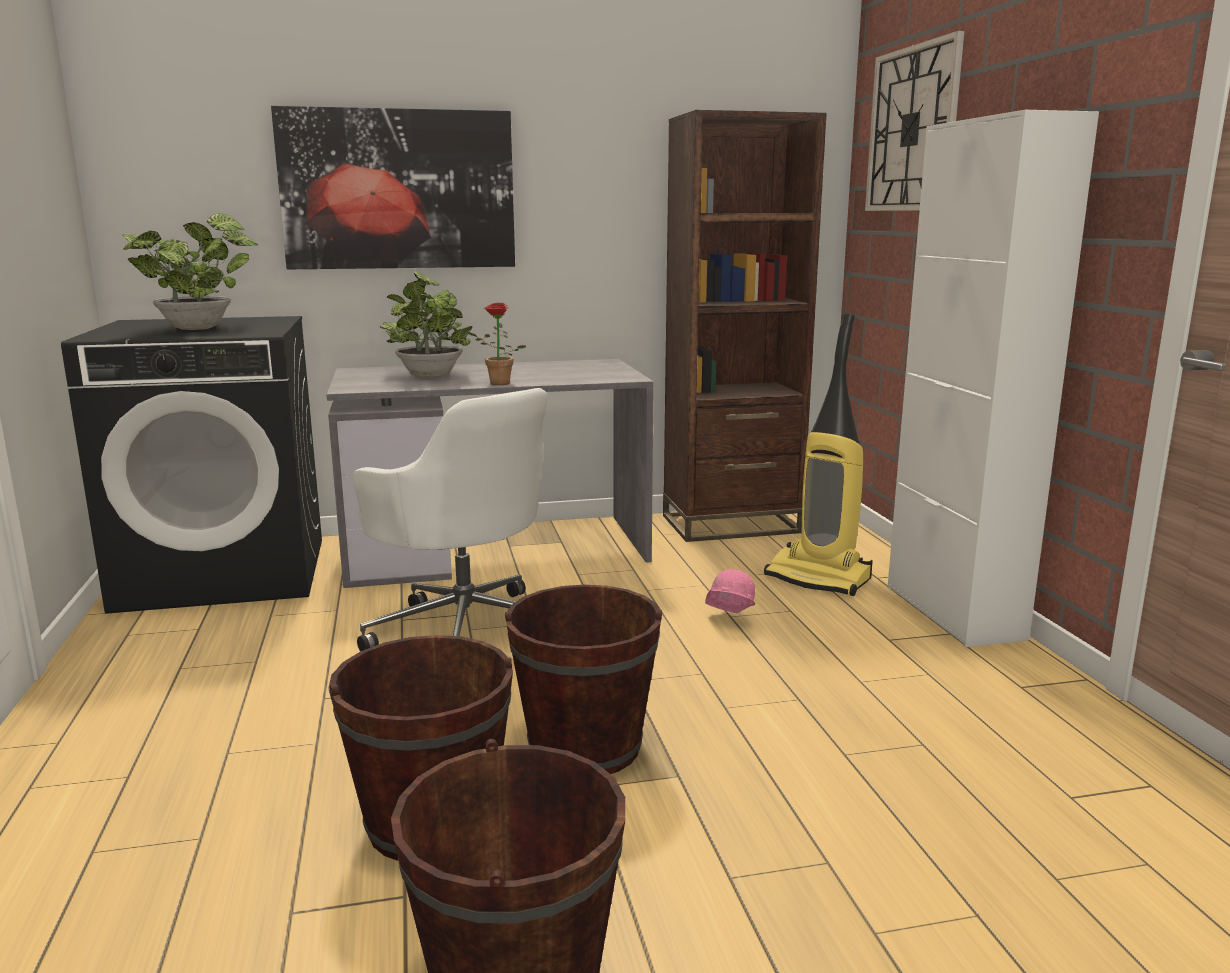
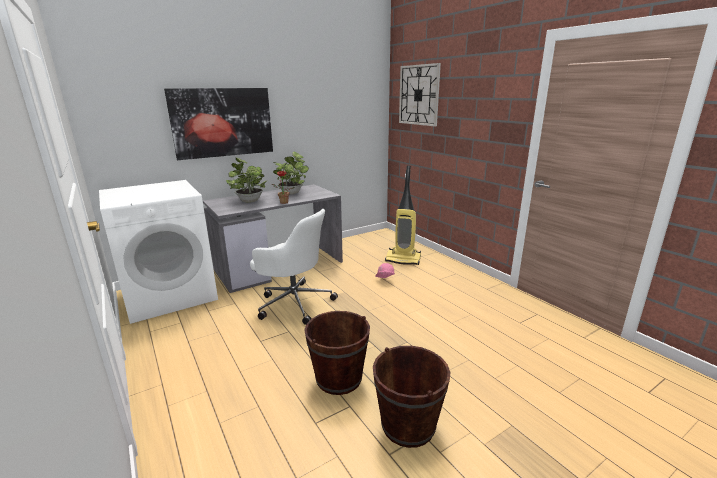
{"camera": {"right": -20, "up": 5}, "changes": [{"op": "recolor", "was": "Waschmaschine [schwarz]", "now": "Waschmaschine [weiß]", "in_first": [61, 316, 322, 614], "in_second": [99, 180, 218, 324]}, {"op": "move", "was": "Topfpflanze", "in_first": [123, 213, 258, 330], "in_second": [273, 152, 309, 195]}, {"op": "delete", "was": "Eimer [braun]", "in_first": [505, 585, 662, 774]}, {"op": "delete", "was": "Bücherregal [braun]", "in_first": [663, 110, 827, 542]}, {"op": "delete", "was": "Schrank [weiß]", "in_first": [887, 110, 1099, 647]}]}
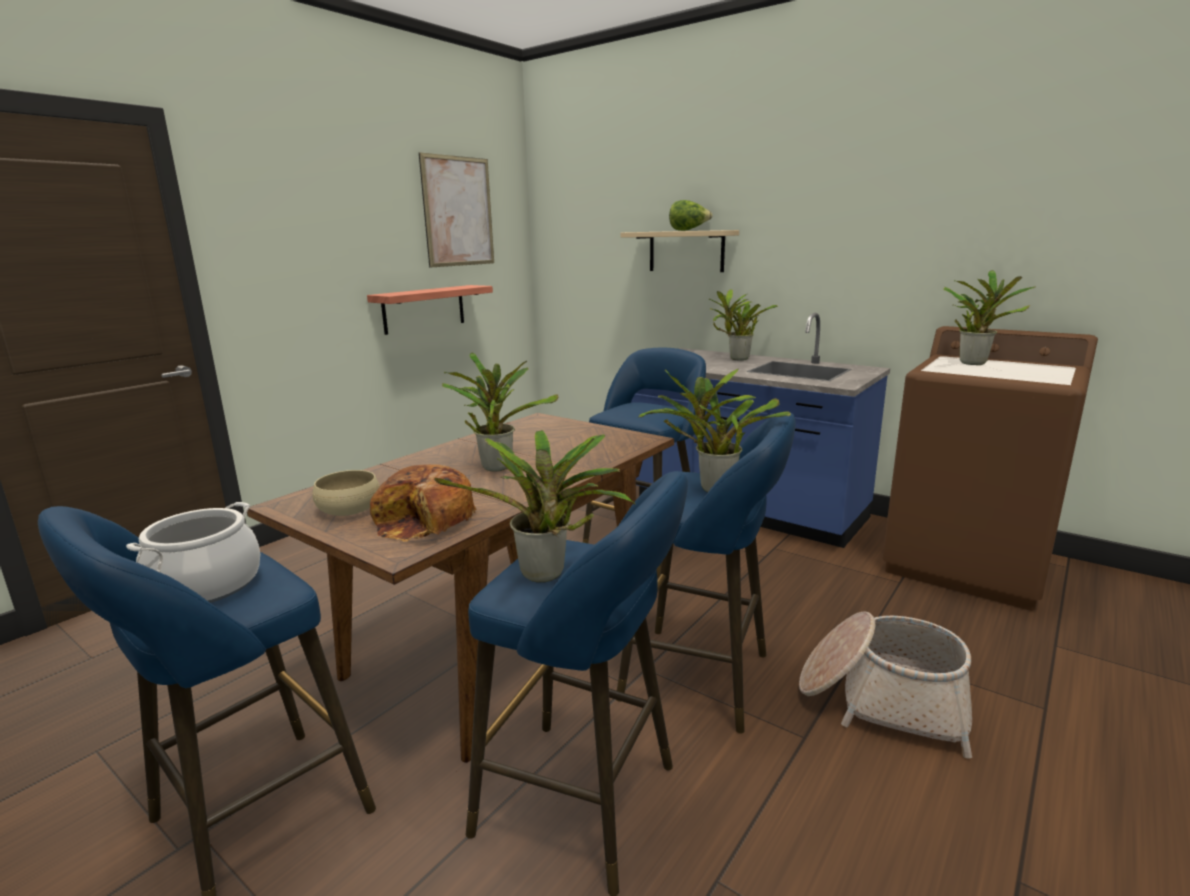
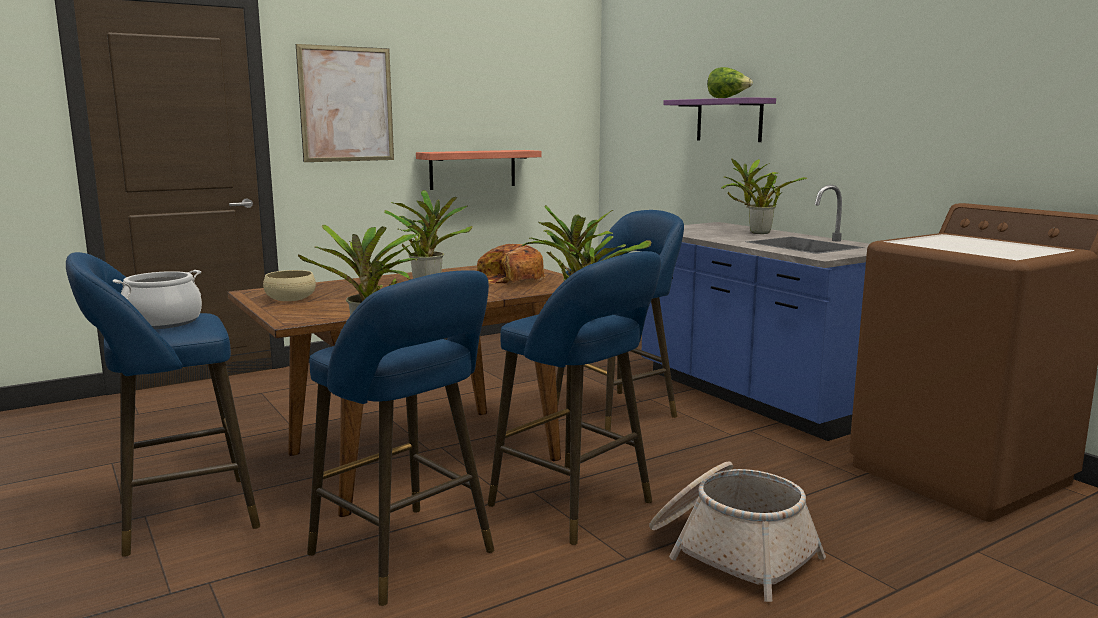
{"camera": {"right": 20, "up": -5}, "changes": [{"op": "move", "was": "Bild", "in_first": [419, 152, 494, 268], "in_second": [296, 44, 394, 162]}, {"op": "move", "was": "Brot", "in_first": [370, 464, 477, 542], "in_second": [477, 244, 546, 284]}, {"op": "recolor", "was": "Wandregal [beige]", "now": "Wandregal [lila]", "in_first": [621, 230, 739, 272], "in_second": [663, 97, 776, 142]}, {"op": "delete", "was": "Topfpflanze", "in_first": [944, 270, 1036, 365]}]}
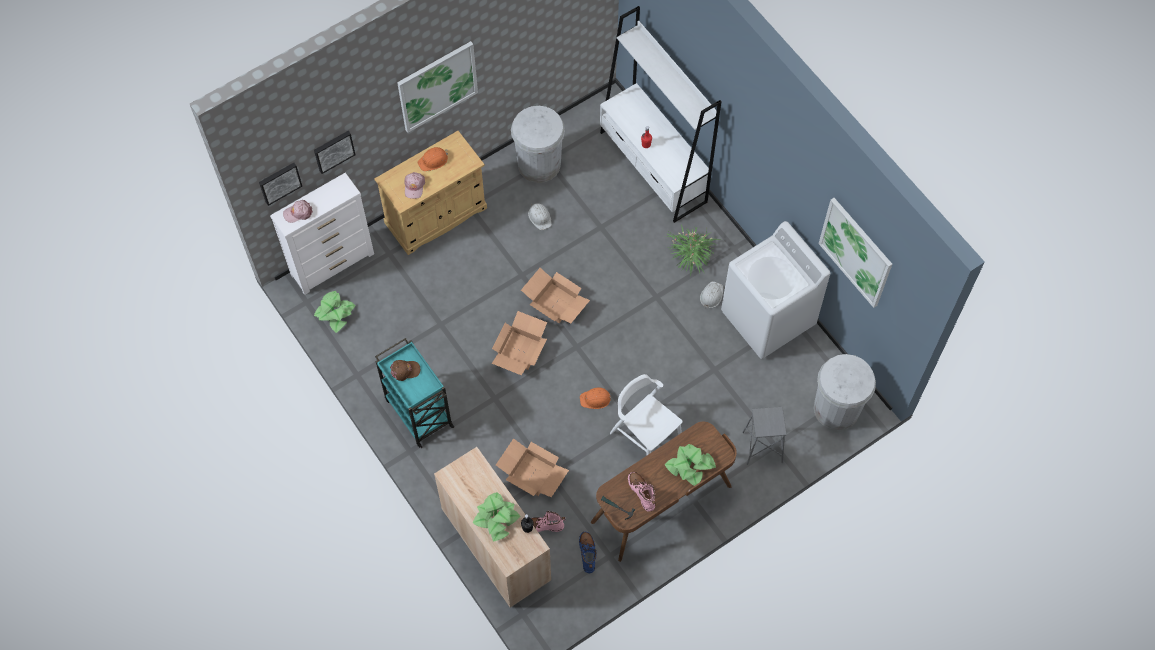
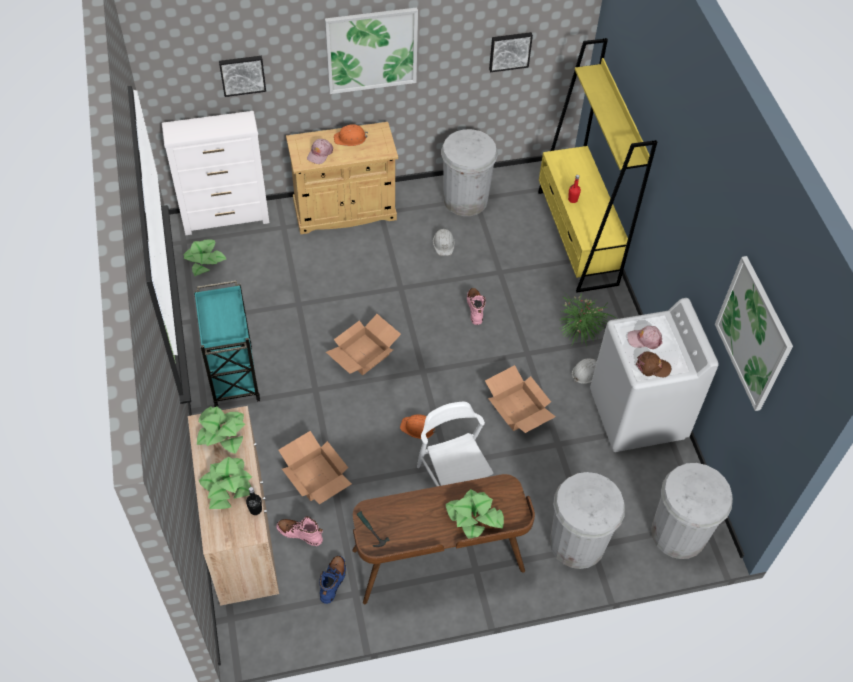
{"camera": {"right": 20, "up": -10}, "changes": [{"op": "insert", "now": "Topfpflanze", "in_second": [197, 406, 245, 454]}, {"op": "move", "was": "Stiefel [rosa]", "in_first": [628, 472, 656, 512], "in_second": [467, 288, 486, 325]}, {"op": "move", "was": "Karton", "in_first": [521, 268, 590, 323], "in_second": [485, 365, 556, 433]}, {"op": "move", "was": "Bild", "in_first": [259, 163, 302, 206], "in_second": [489, 32, 533, 72]}, {"op": "recolor", "was": "Bücherregal [weiß]", "now": "Bücherregal [gelb]", "in_first": [600, 6, 722, 223], "in_second": [538, 38, 657, 293]}, {"op": "replace", "was": "Hocker [grau]", "now": "Mülleimer [weiß]", "in_first": [742, 407, 787, 465], "in_second": [550, 472, 625, 569]}, {"op": "move", "was": "Kappe [rosa]", "in_first": [283, 200, 313, 223], "in_second": [627, 326, 663, 349]}, {"op": "move", "was": "Kappe [braun]", "in_first": [390, 360, 420, 381], "in_second": [636, 352, 671, 377]}]}
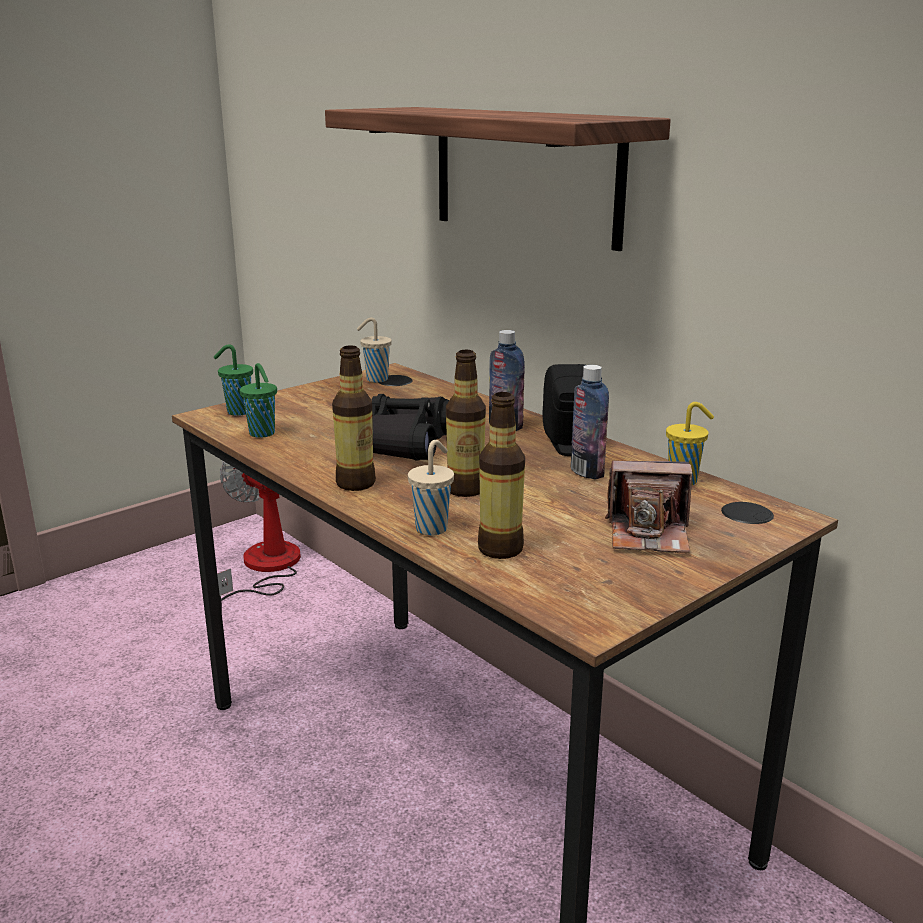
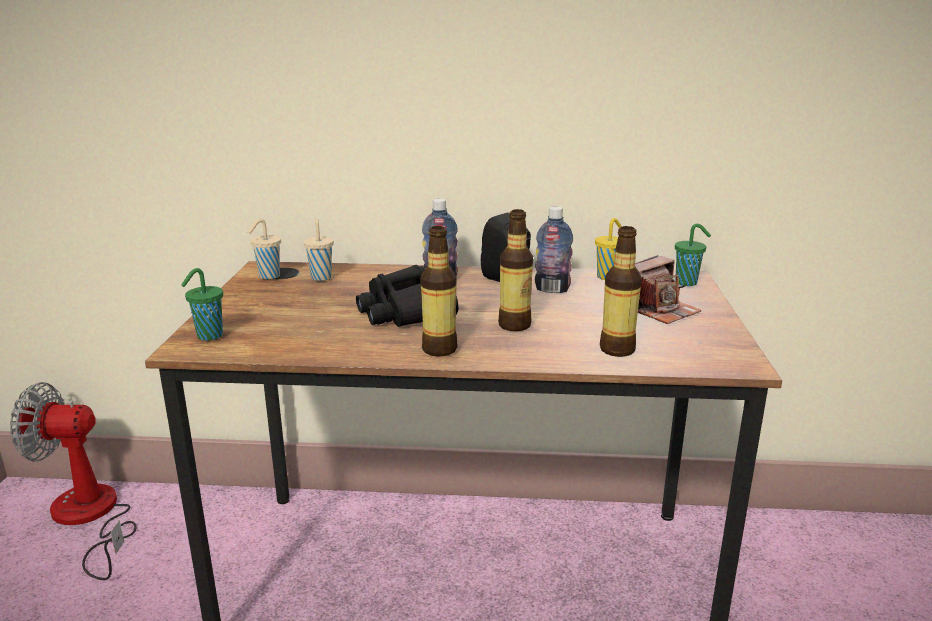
{"camera": {"right": -45, "up": 0}, "changes": [{"op": "move", "was": "Tasse [beige]", "in_first": [408, 440, 454, 535], "in_second": [303, 218, 334, 281]}, {"op": "move", "was": "Tasse [grün]", "in_first": [240, 363, 277, 438], "in_second": [675, 224, 711, 286]}, {"op": "delete", "was": "Wandregal", "in_first": [325, 107, 671, 251]}]}
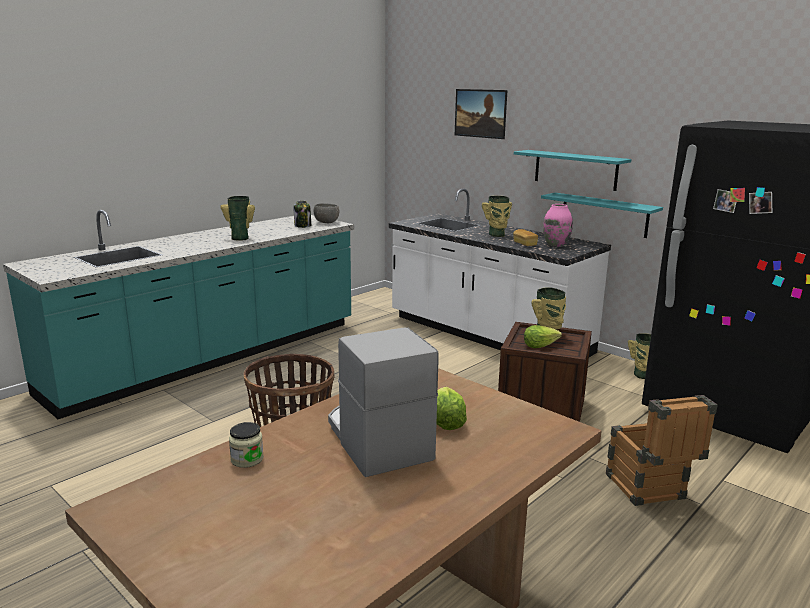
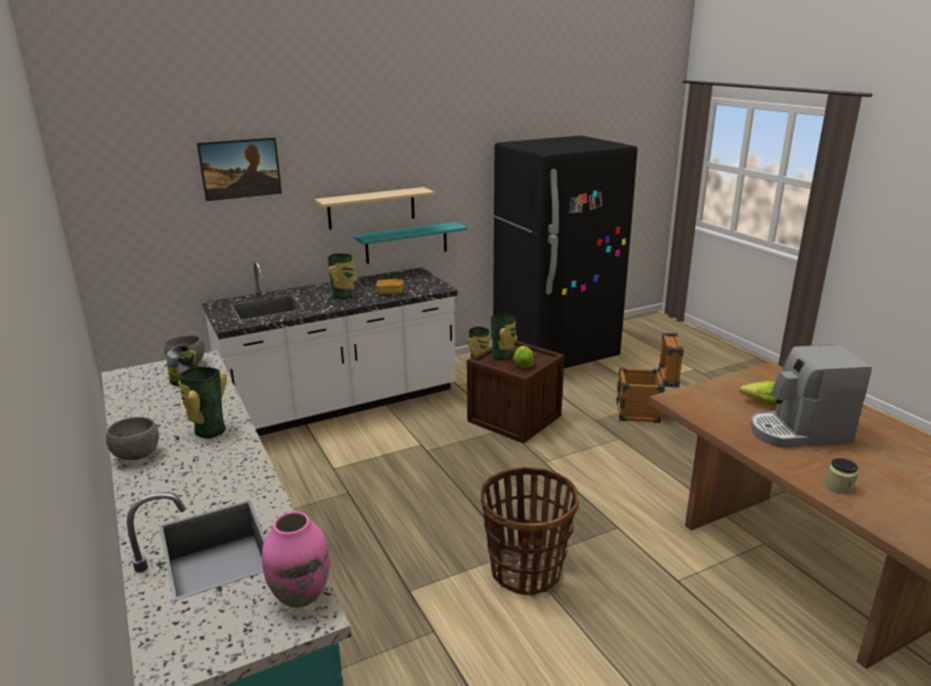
{"camera": {"right": -70, "up": 5}, "changes": [{"op": "insert", "now": "Schüssel [grau]", "in_second": [106, 417, 159, 460]}, {"op": "move", "was": "Vase [rosa]", "in_first": [543, 204, 573, 247], "in_second": [262, 512, 330, 608]}, {"op": "recolor", "was": "Wandregal [türkis]", "now": "Wandregal [beige]", "in_first": [514, 150, 632, 191], "in_second": [315, 187, 435, 230]}]}
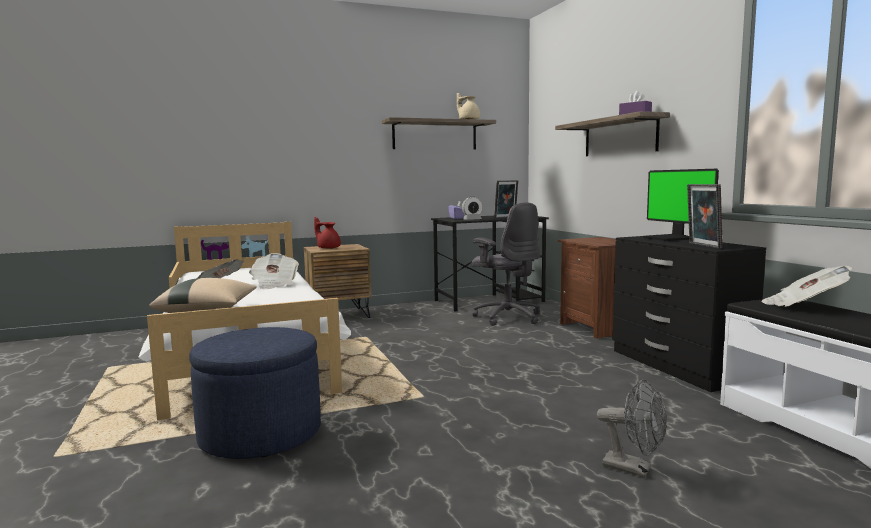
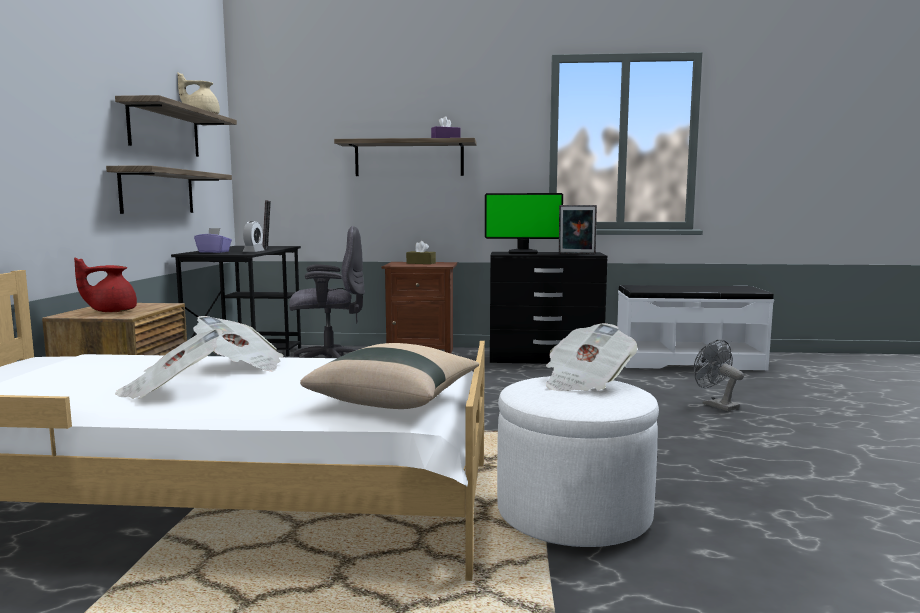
{"camera": {"right": -65, "up": 0}, "changes": [{"op": "insert", "now": "Wandregal", "in_second": [106, 165, 232, 214]}, {"op": "insert", "now": "Taschentuchbox [braun]", "in_second": [406, 241, 436, 264]}, {"op": "recolor", "was": "Polsterhocker [blau]", "now": "Polsterhocker [weiß]", "in_first": [189, 327, 321, 459], "in_second": [497, 376, 659, 547]}, {"op": "move", "was": "Zeitung", "in_first": [762, 266, 853, 307], "in_second": [546, 323, 638, 391]}, {"op": "rotate", "was": "Ventilator [grau]", "in_first": [597, 379, 667, 477], "in_second": [694, 339, 744, 411], "clockwise": -90}]}
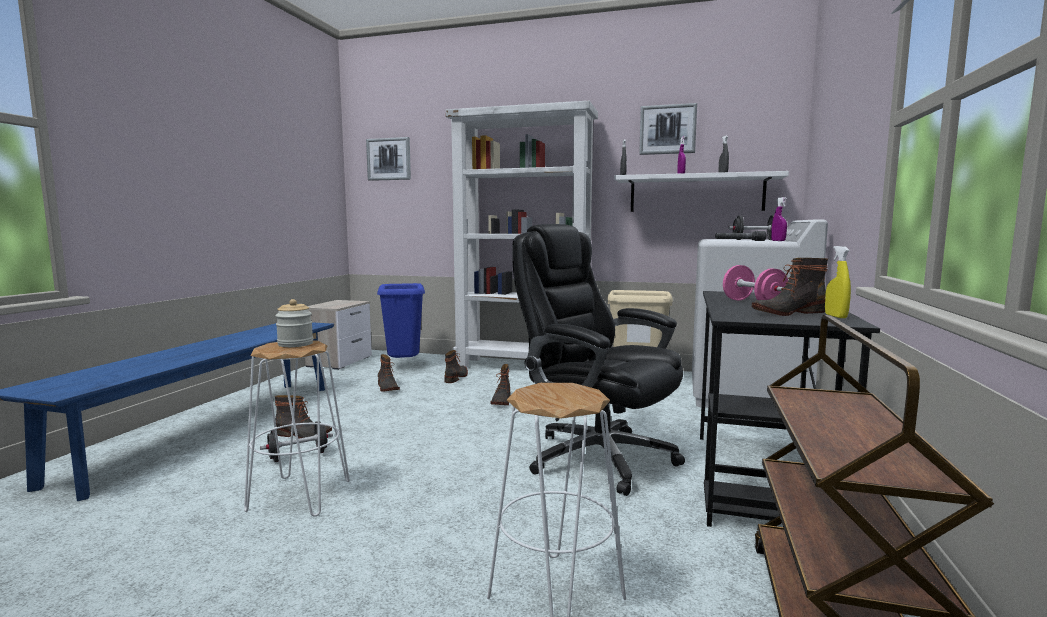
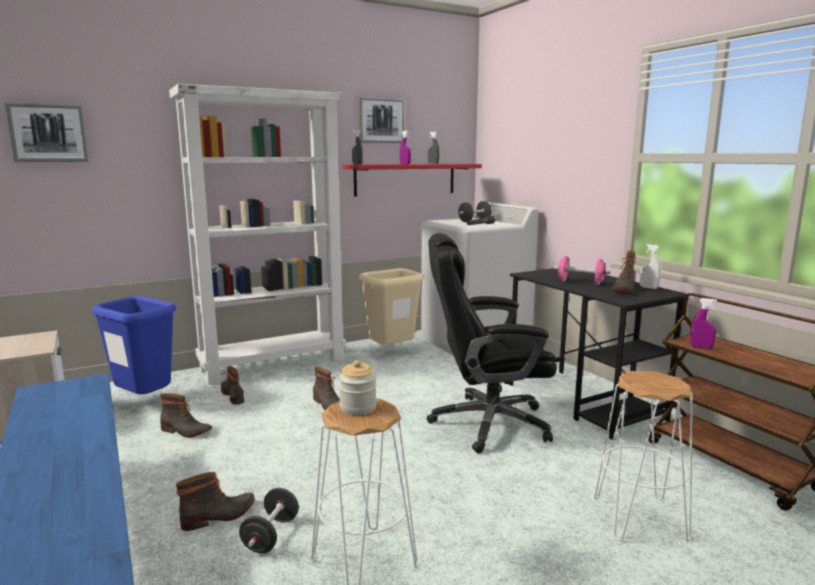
{"camera": {"right": -45, "up": 5}, "changes": [{"op": "recolor", "was": "Wandregal [weiß]", "now": "Wandregal [rot]", "in_first": [615, 171, 789, 212], "in_second": [343, 164, 482, 196]}, {"op": "recolor", "was": "Sprühflasche [gelb]", "now": "Sprühflasche [weiß]", "in_first": [825, 246, 851, 318], "in_second": [640, 244, 661, 289]}, {"op": "move", "was": "Sprühflasche [lila]", "in_first": [771, 197, 787, 241], "in_second": [690, 298, 717, 349]}]}
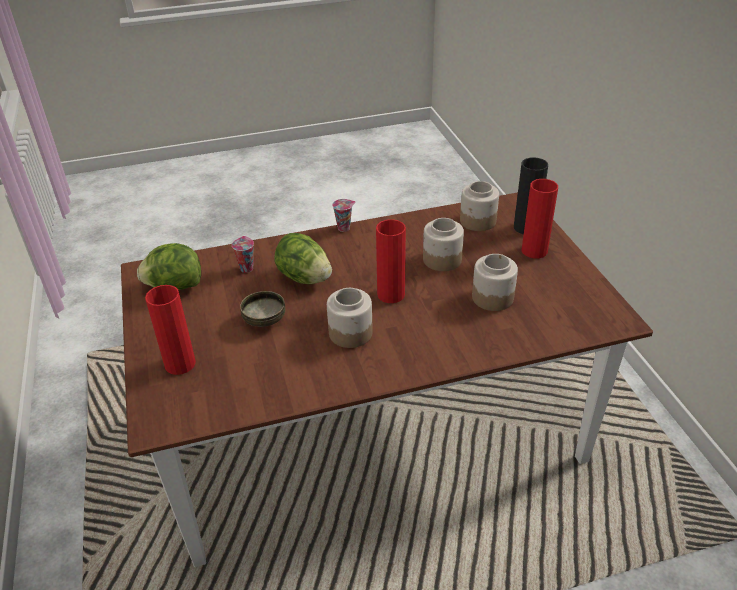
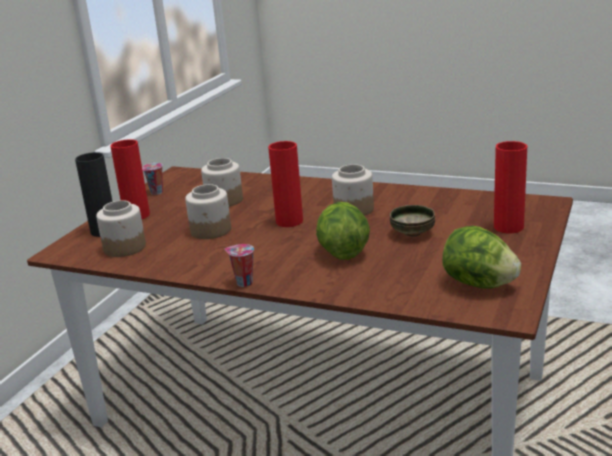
{"camera": {"right": -140, "up": -15}, "changes": [{"op": "move", "was": "Tasse", "in_first": [232, 236, 254, 273], "in_second": [142, 163, 163, 195]}]}
